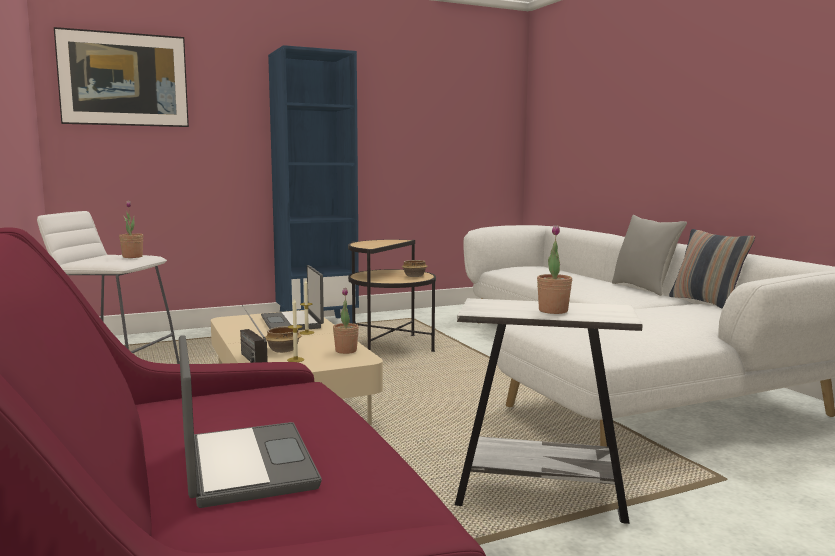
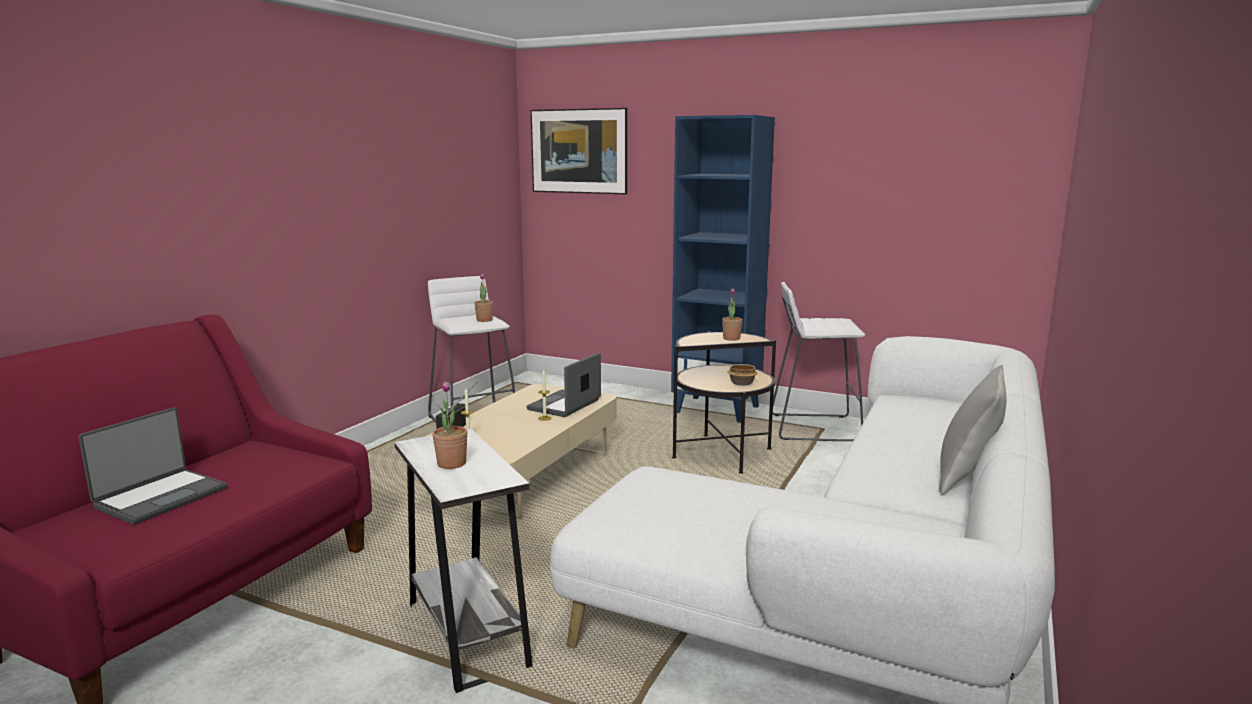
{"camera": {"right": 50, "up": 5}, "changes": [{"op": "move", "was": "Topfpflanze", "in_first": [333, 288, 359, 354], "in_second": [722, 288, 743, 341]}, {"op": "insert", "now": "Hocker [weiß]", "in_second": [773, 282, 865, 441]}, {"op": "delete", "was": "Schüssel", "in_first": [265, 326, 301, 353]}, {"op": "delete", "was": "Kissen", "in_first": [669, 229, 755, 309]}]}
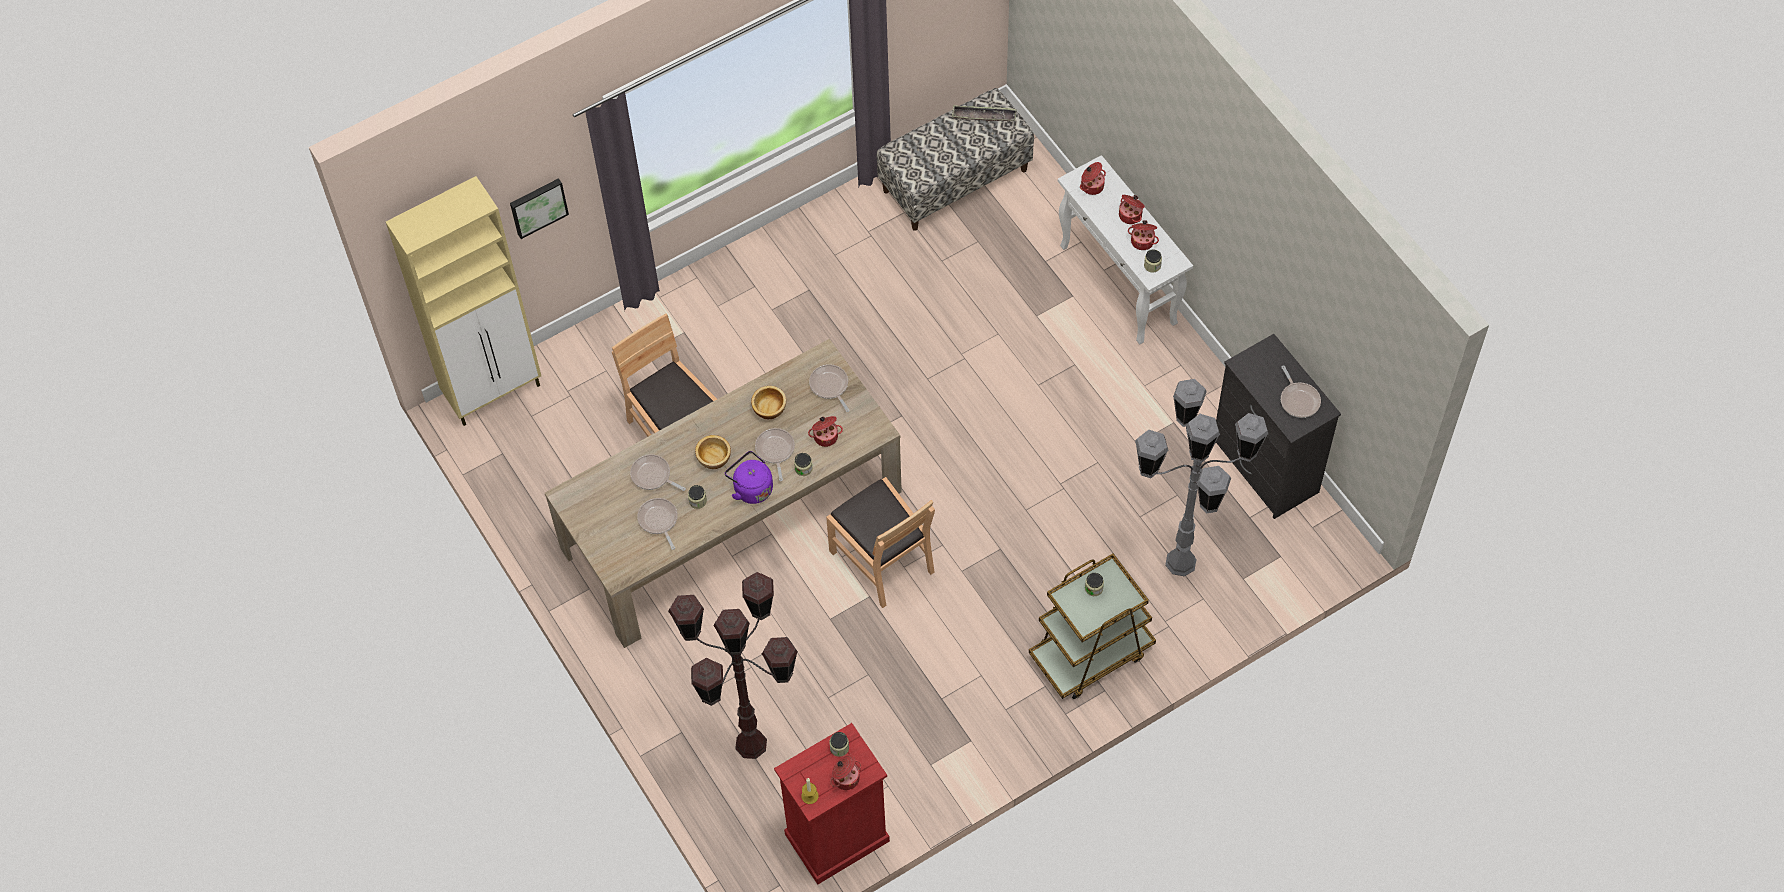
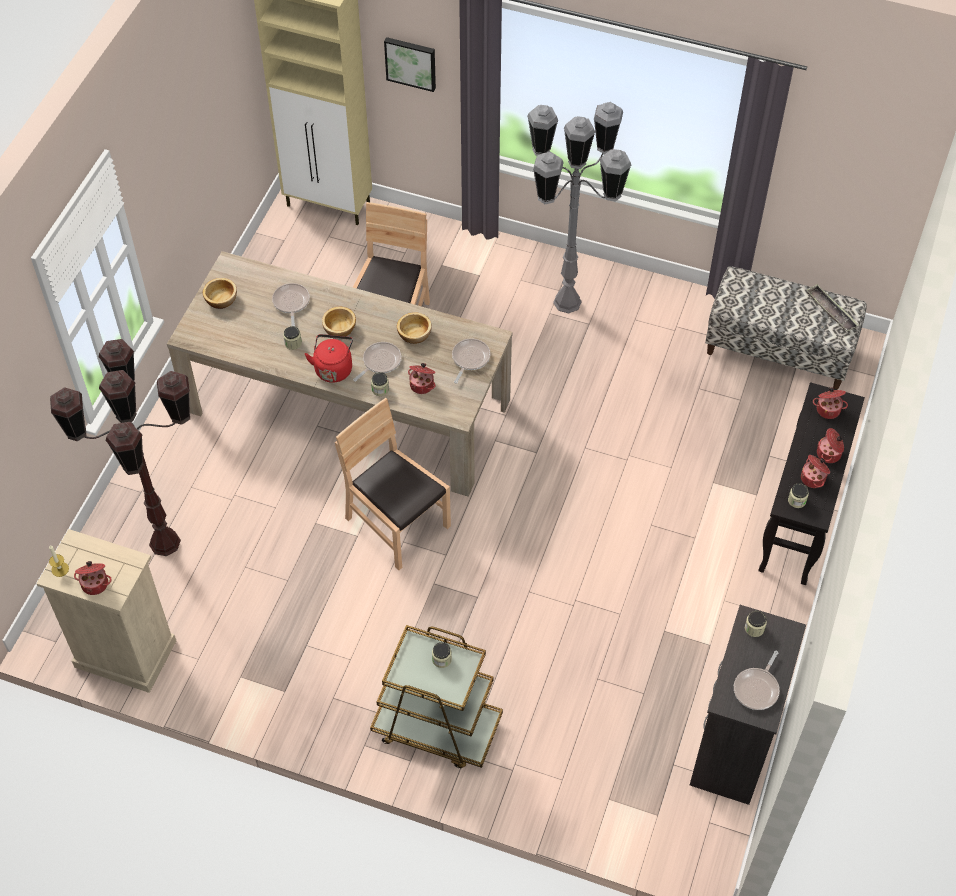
{"camera": {"right": 50, "up": -5}, "changes": [{"op": "recolor", "was": "Kommode [rot]", "now": "Kommode [beige]", "in_first": [774, 723, 890, 885], "in_second": [36, 529, 176, 693]}, {"op": "insert", "now": "Schüssel", "in_second": [203, 278, 237, 309]}, {"op": "recolor", "was": "Wasserkessel [lila]", "now": "Wasserkessel [rot]", "in_first": [725, 451, 773, 504], "in_second": [305, 334, 353, 383]}, {"op": "rotate", "was": "Stuhl [braun]", "in_first": [826, 477, 935, 608], "in_second": [335, 398, 451, 570], "clockwise": 120}, {"op": "move", "was": "Stehlampe [grau]", "in_first": [1135, 379, 1268, 577], "in_second": [527, 102, 632, 313]}, {"op": "move", "was": "Vorratsglas", "in_first": [829, 732, 849, 757], "in_second": [745, 611, 767, 637]}, {"op": "recolor", "was": "Konsolentisch [weiß]", "now": "Konsolentisch [schwarz]", "in_first": [1058, 155, 1193, 344], "in_second": [758, 382, 865, 585]}, {"op": "delete", "was": "Pfanne", "in_first": [637, 498, 678, 550]}]}
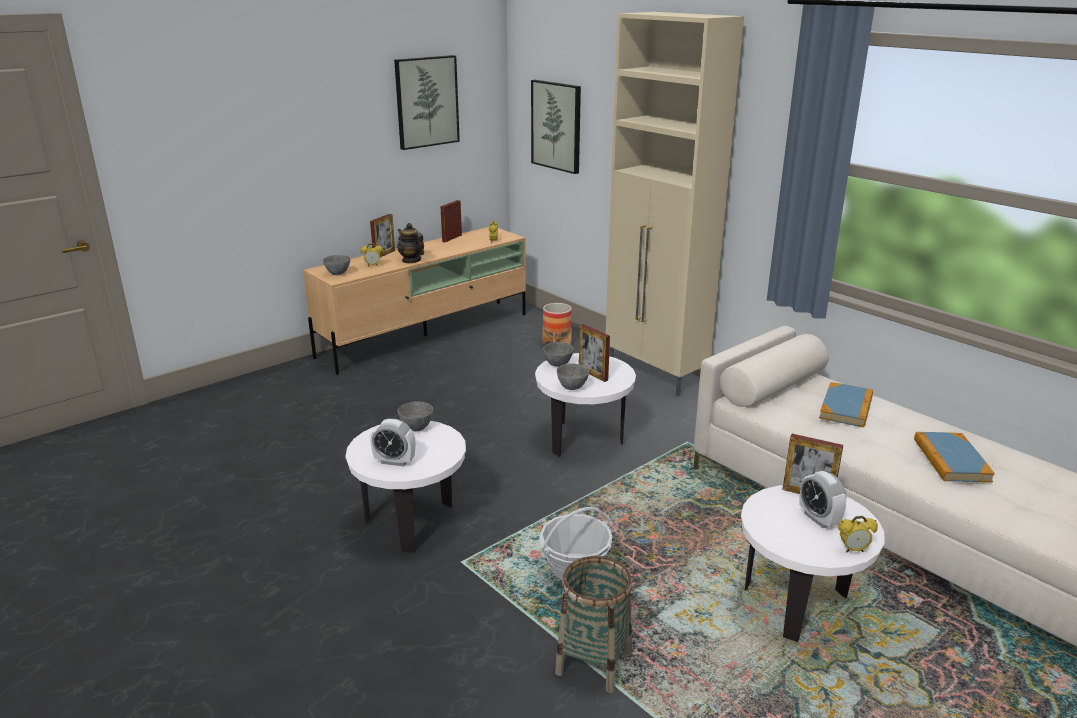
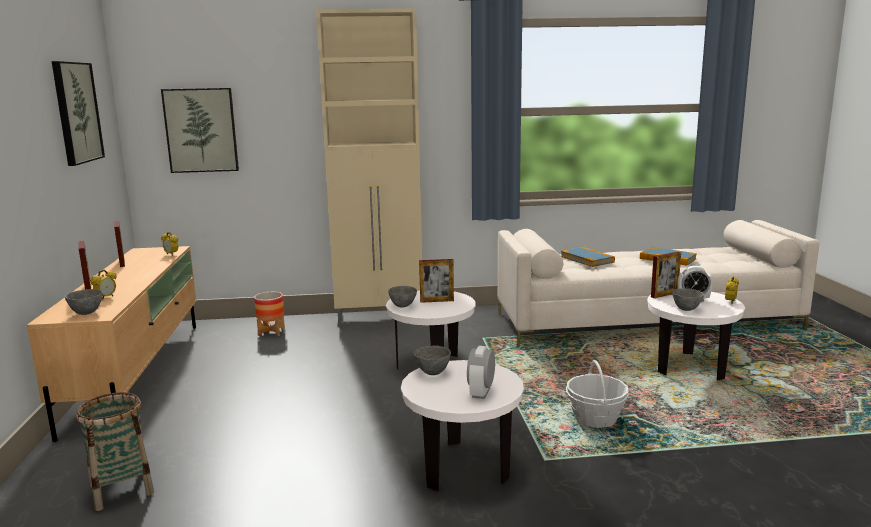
{"camera": {"right": -55, "up": -10}, "changes": [{"op": "move", "was": "Korb", "in_first": [555, 556, 632, 693], "in_second": [76, 392, 154, 511]}, {"op": "rotate", "was": "Wecker", "in_first": [370, 419, 415, 466], "in_second": [467, 346, 495, 399], "clockwise": 150}, {"op": "move", "was": "Schüssel [grau]", "in_first": [557, 364, 589, 390], "in_second": [672, 288, 704, 311]}, {"op": "delete", "was": "Teekanne", "in_first": [397, 223, 424, 263]}]}
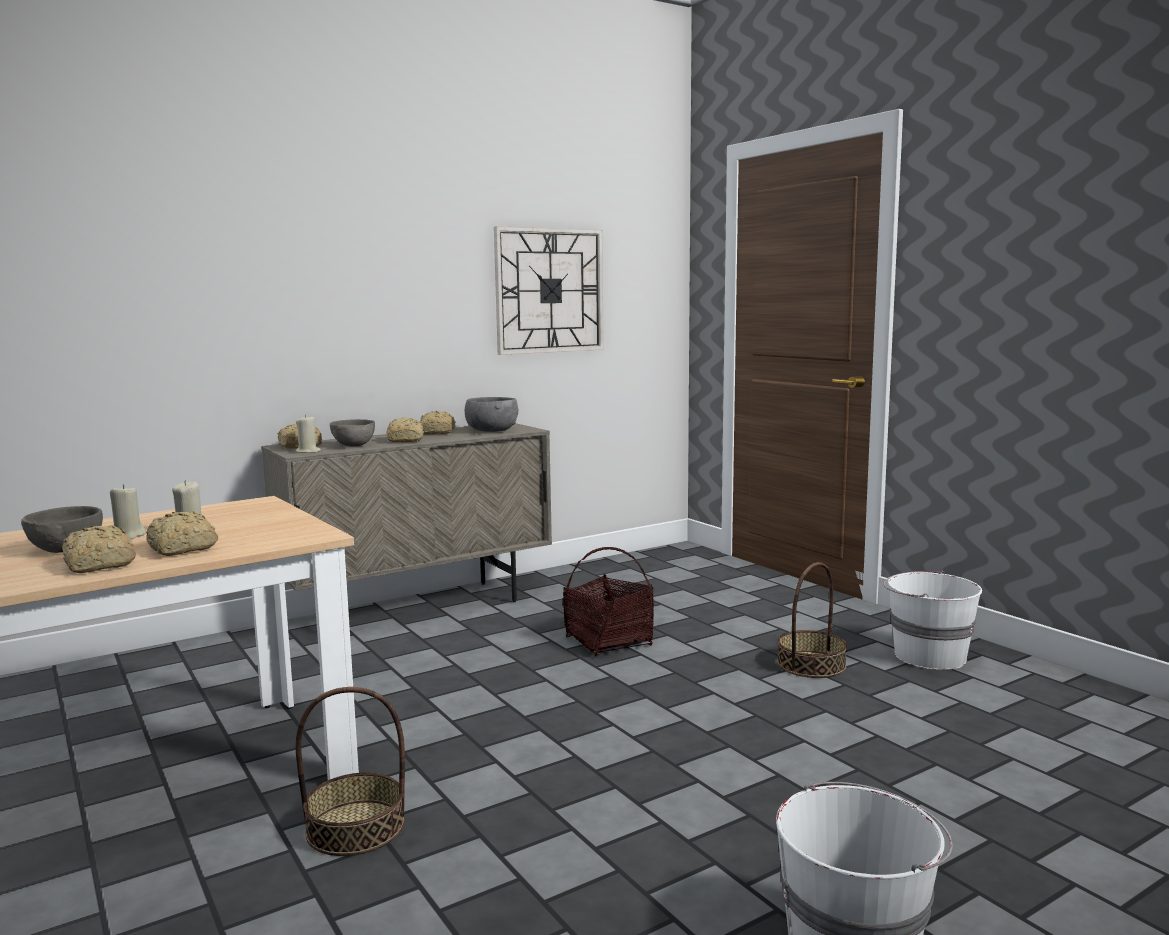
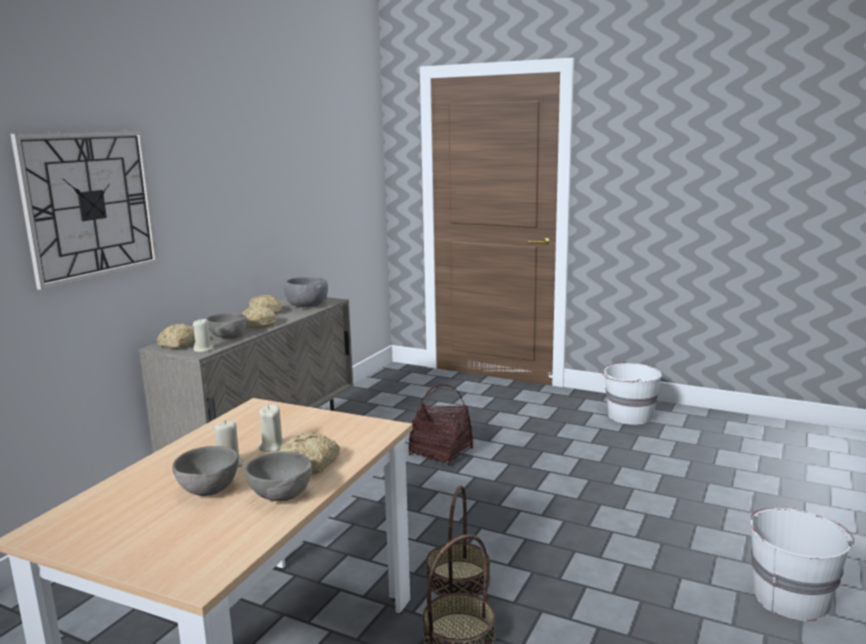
{"camera": {"right": -30, "up": 5}, "changes": [{"op": "move", "was": "Wanduhr", "in_first": [494, 226, 604, 355], "in_second": [10, 130, 159, 290]}, {"op": "replace", "was": "Brot", "now": "Schüssel [grau]", "in_first": [62, 525, 136, 573], "in_second": [245, 451, 312, 501]}, {"op": "move", "was": "Korb", "in_first": [777, 562, 847, 678], "in_second": [426, 486, 490, 596]}]}
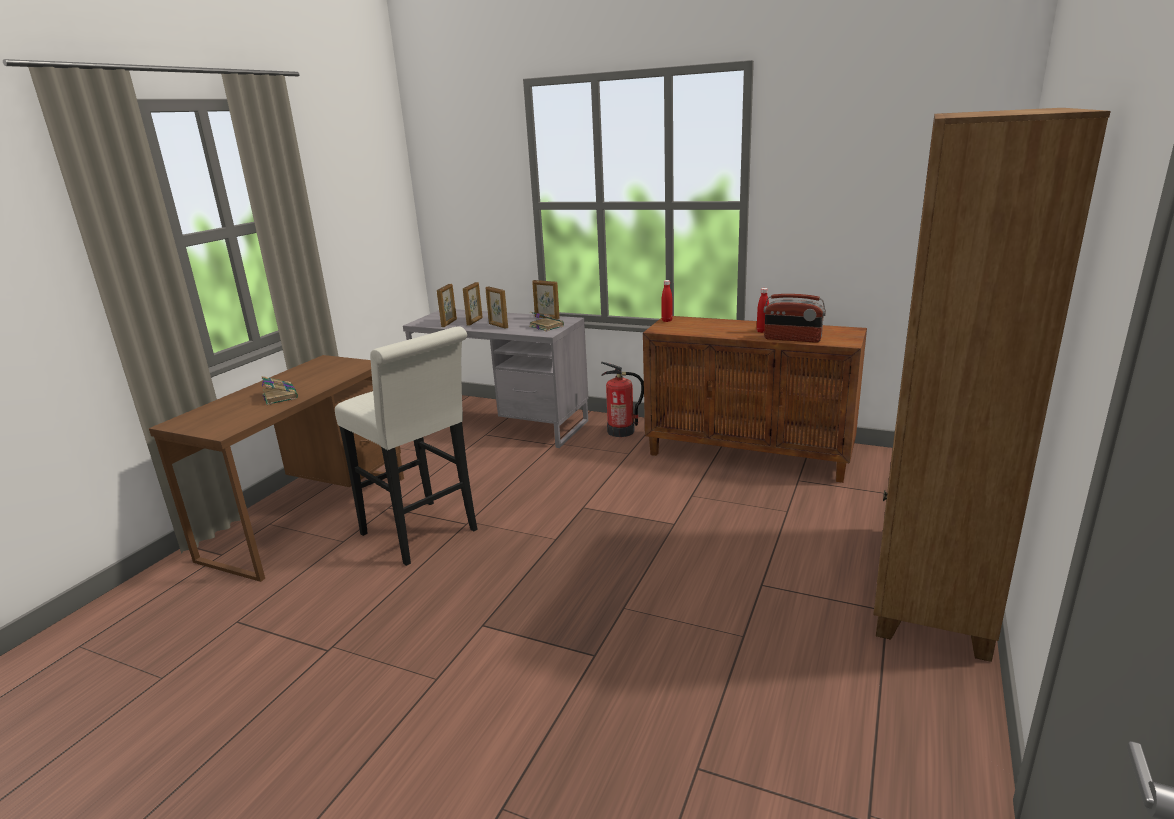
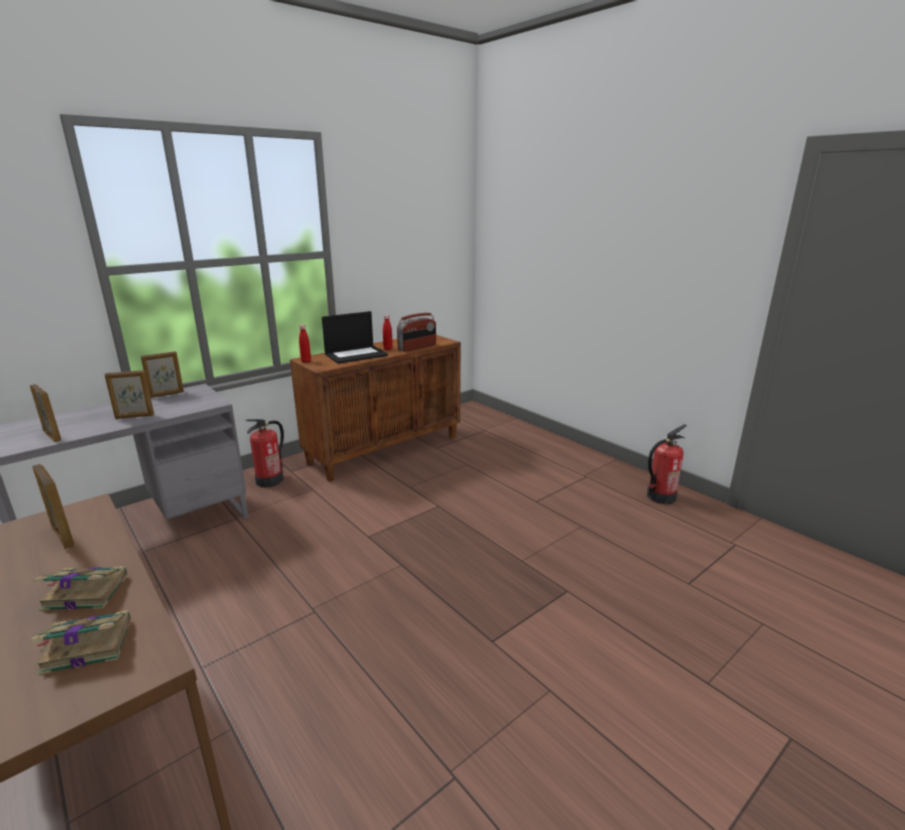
{"camera": {"right": -65, "up": 0}, "changes": [{"op": "move", "was": "Buch", "in_first": [529, 311, 564, 332], "in_second": [30, 610, 131, 675]}, {"op": "move", "was": "Bilderrahmen", "in_first": [463, 282, 483, 326], "in_second": [32, 464, 74, 549]}, {"op": "insert", "now": "Laptop", "in_second": [322, 311, 388, 364]}, {"op": "insert", "now": "Feuerlöscher", "in_second": [647, 424, 687, 504]}, {"op": "delete", "was": "Hocker [weiß]", "in_first": [335, 326, 478, 566]}, {"op": "delete", "was": "Bücherregal [braun]", "in_first": [873, 108, 1111, 662]}]}
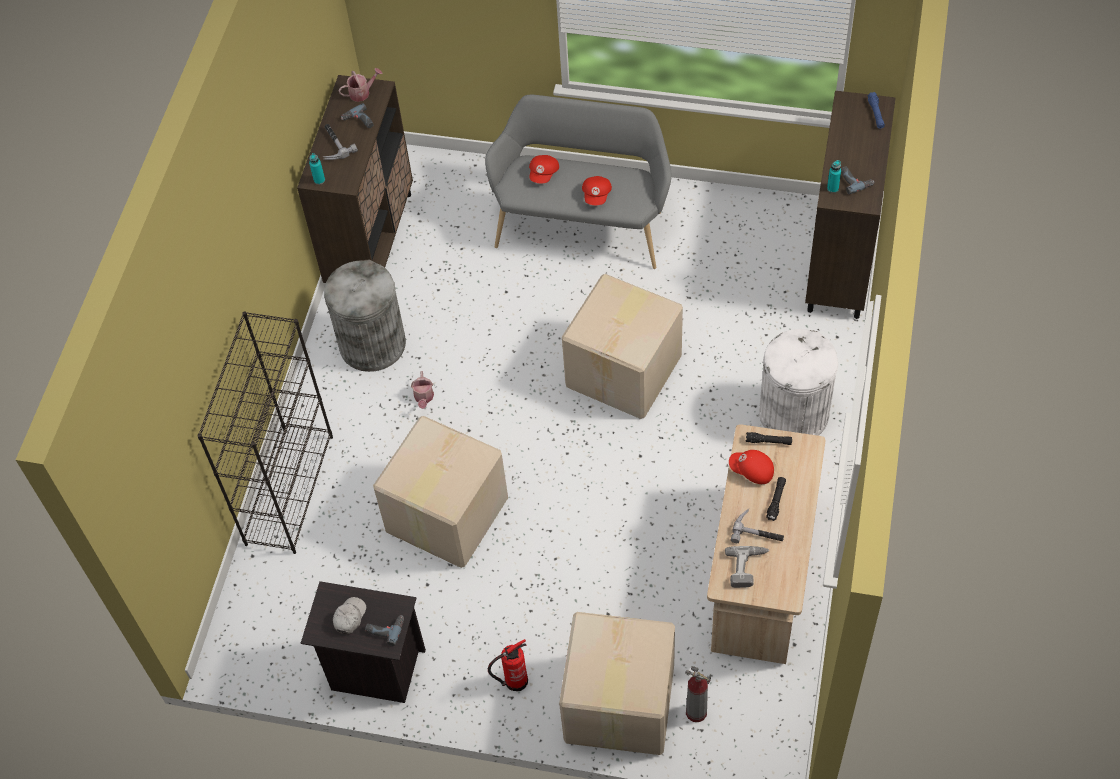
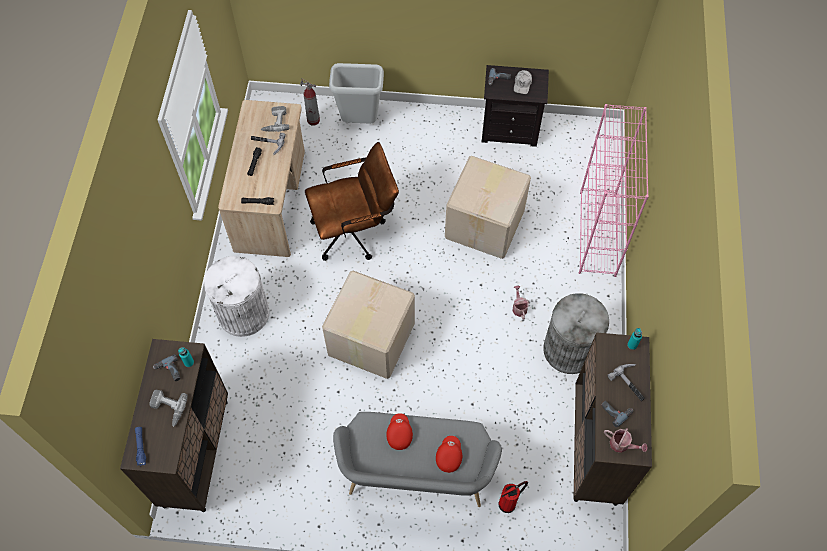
{"camera": {"right": 170, "up": 5}, "changes": [{"op": "insert", "now": "Bohrmaschine", "in_second": [149, 390, 188, 427]}, {"op": "insert", "now": "Bürostuhl [braun]", "in_second": [305, 142, 399, 261]}, {"op": "replace", "was": "Karton", "now": "Mülleimer [grau]", "in_first": [559, 612, 675, 755], "in_second": [329, 63, 384, 123]}, {"op": "move", "was": "Feuerlöscher", "in_first": [488, 639, 528, 691], "in_second": [499, 481, 528, 513]}, {"op": "recolor", "was": "Bücherregal [schwarz]", "now": "Bücherregal [rosa]", "in_first": [197, 312, 333, 554], "in_second": [579, 104, 649, 277]}, {"op": "rotate", "was": "Gießkanne", "in_first": [338, 68, 382, 102], "in_second": [604, 428, 648, 453], "clockwise": -120}, {"op": "delete", "was": "Kappe [rot]", "in_first": [729, 450, 774, 484]}]}
